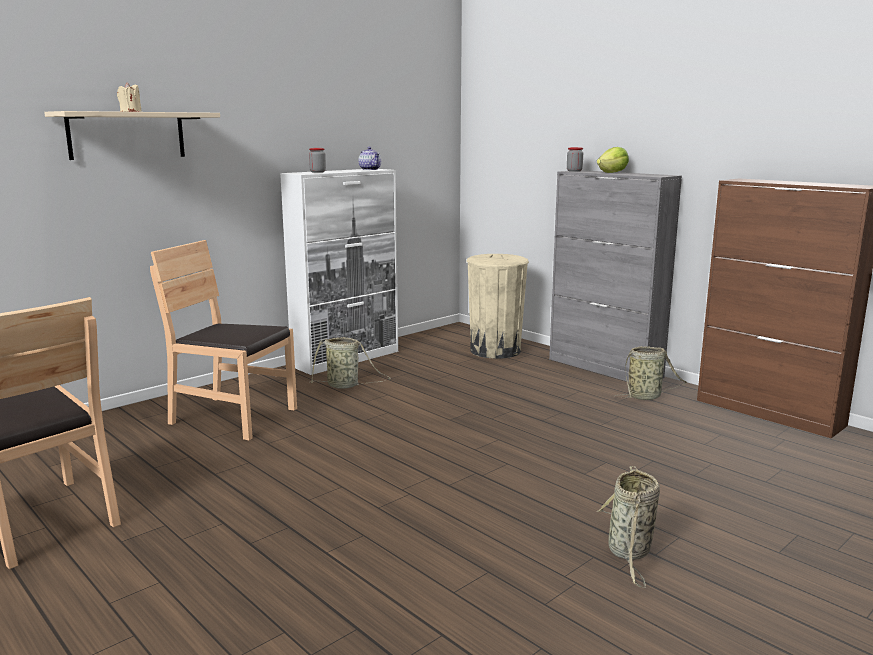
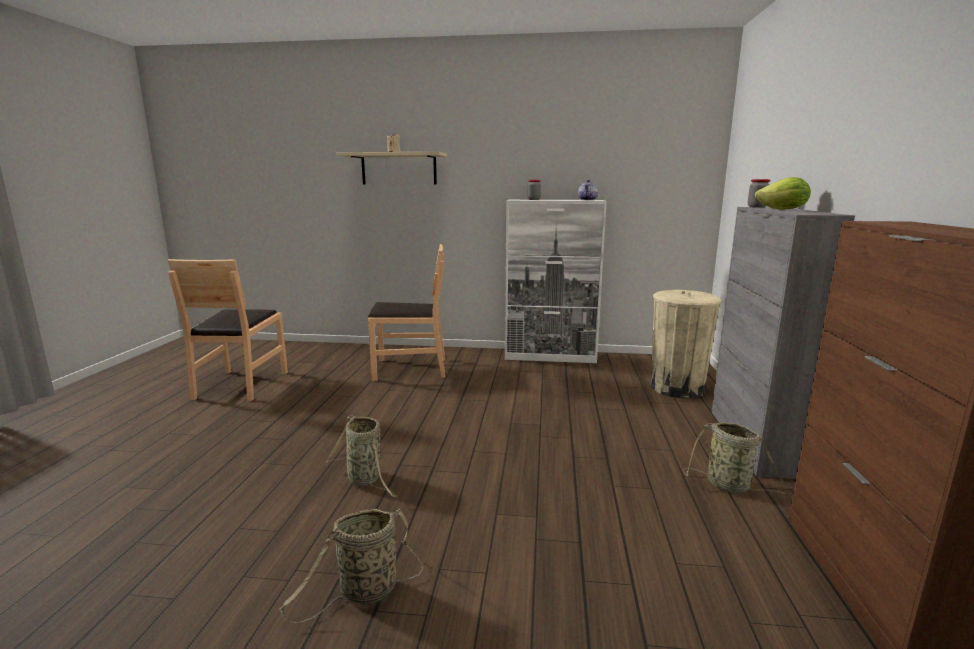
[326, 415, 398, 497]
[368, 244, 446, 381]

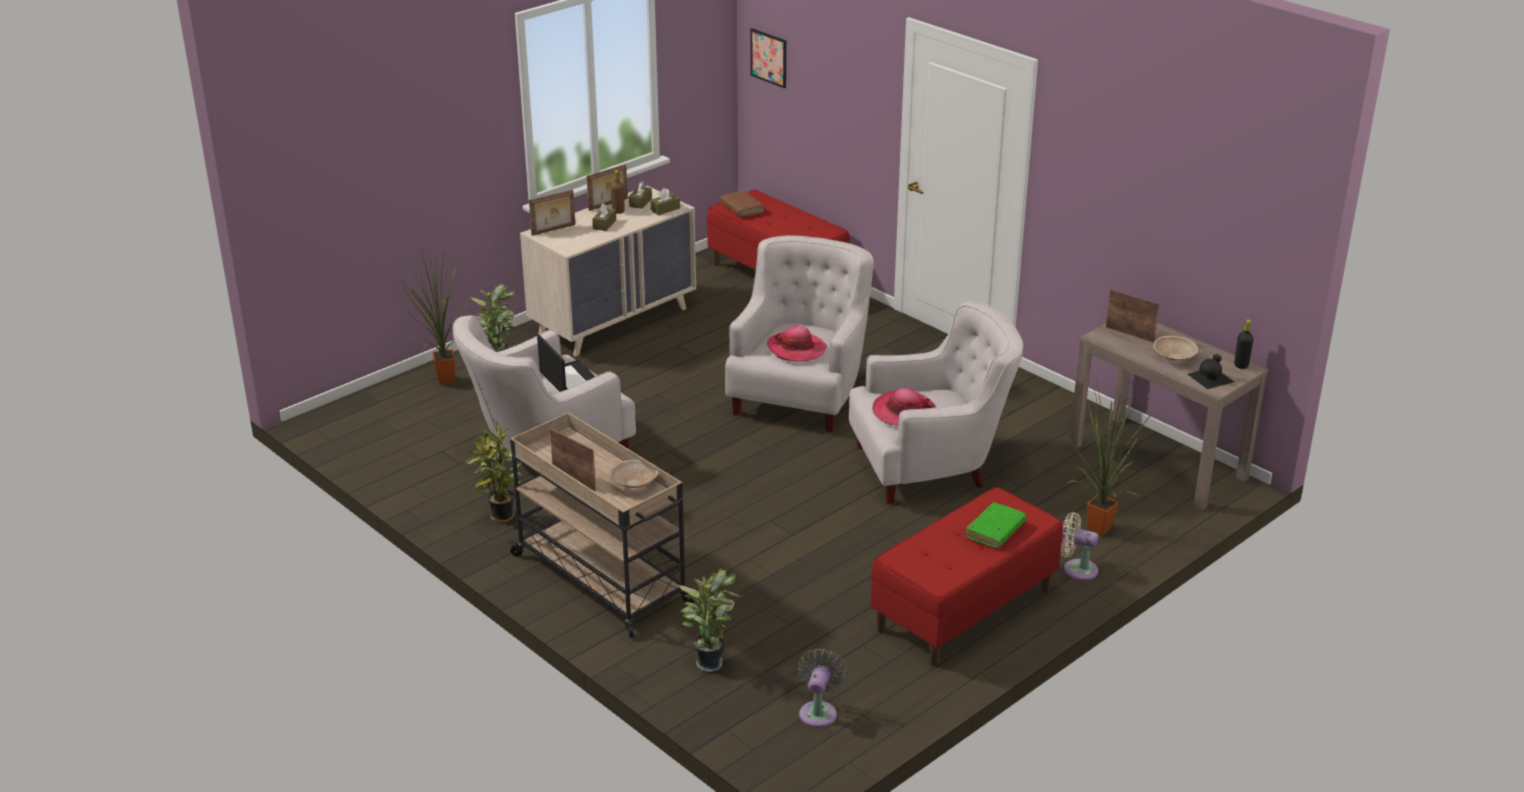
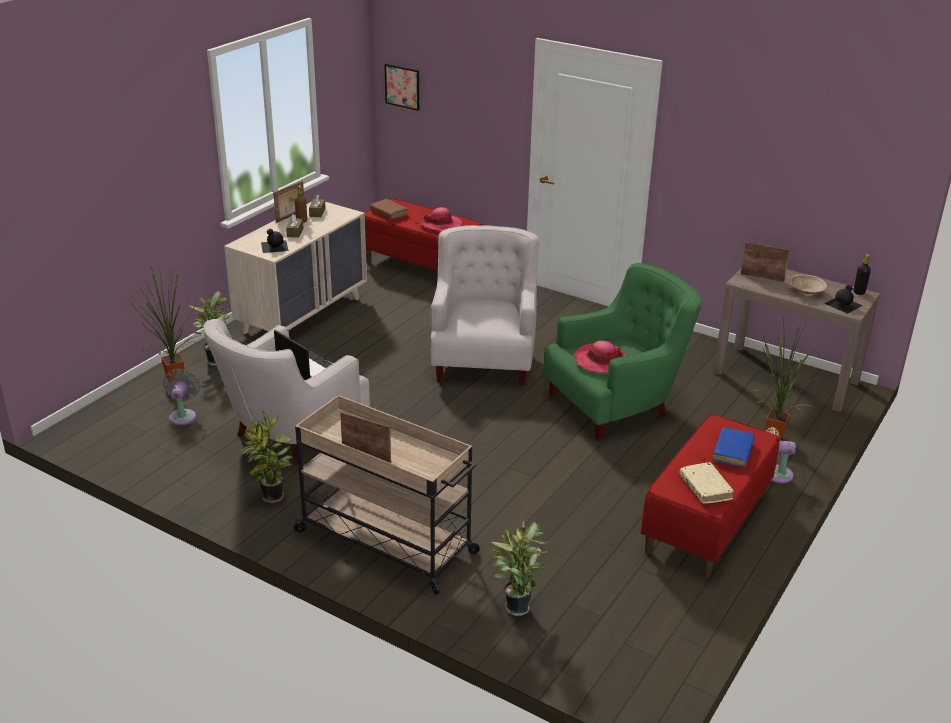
[163, 369, 200, 425]
[261, 229, 289, 253]
[419, 207, 462, 231]
[543, 263, 701, 440]
[680, 462, 734, 503]
[713, 428, 755, 467]
[529, 190, 575, 236] (first image)
[609, 459, 659, 488] (first image)
[650, 188, 680, 215] (first image)

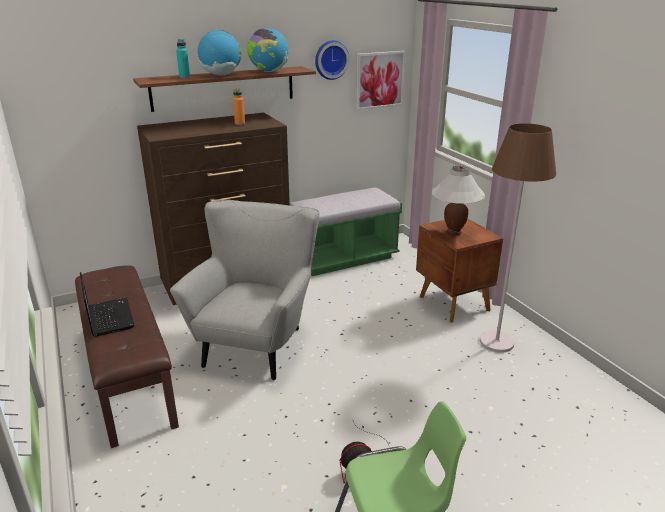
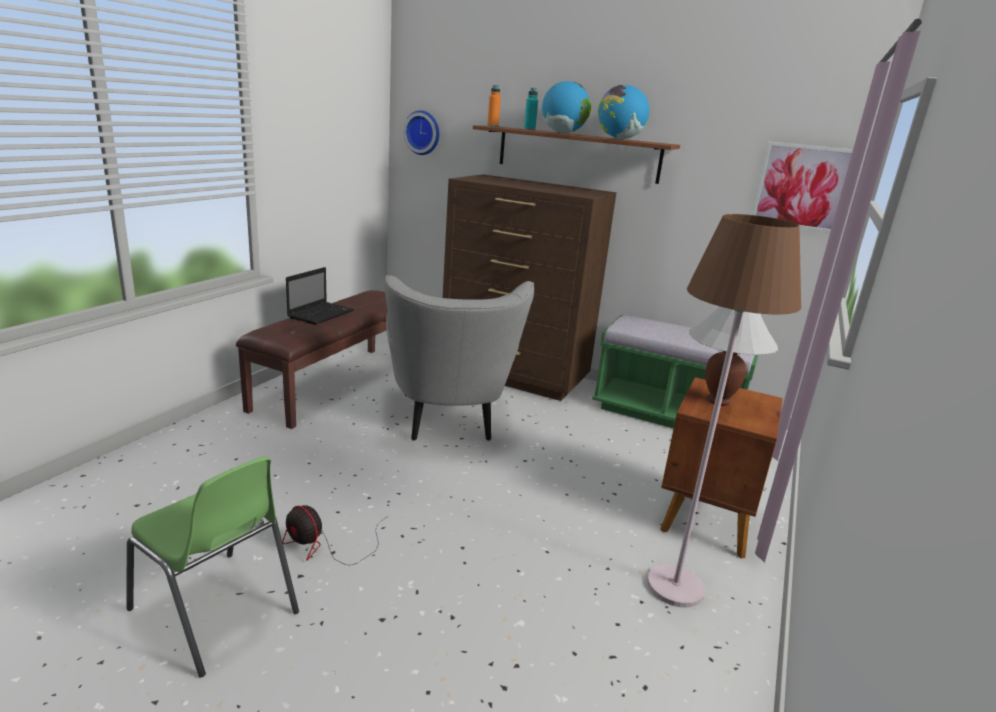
[384, 275, 534, 441]
[403, 110, 439, 155]
[487, 85, 501, 127]

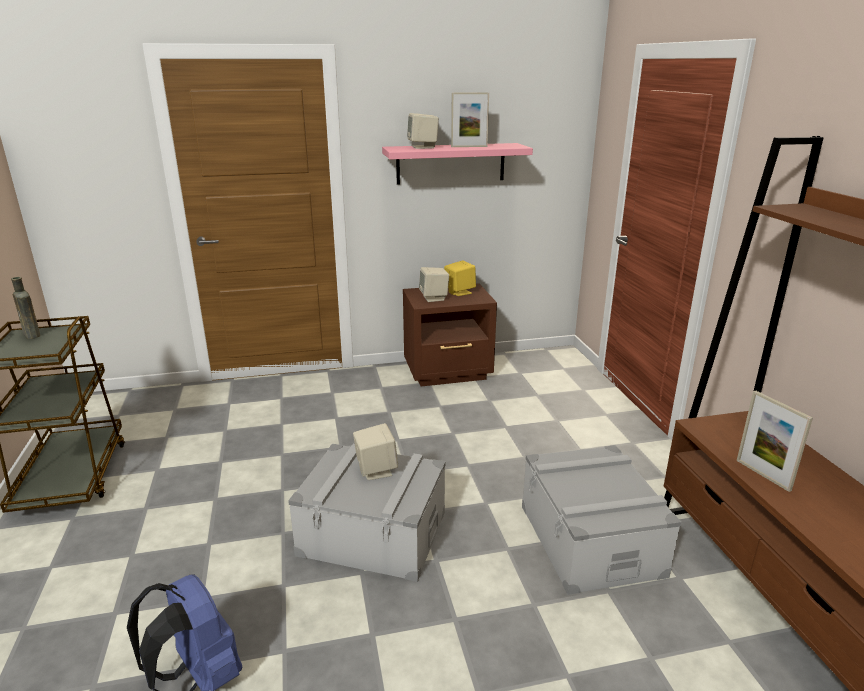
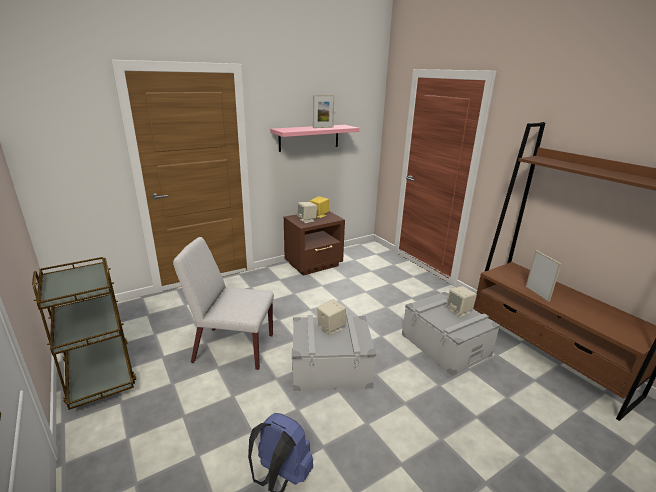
[173, 237, 274, 370]
[446, 286, 477, 318]
[526, 250, 561, 302]
[11, 277, 40, 339] (first image)

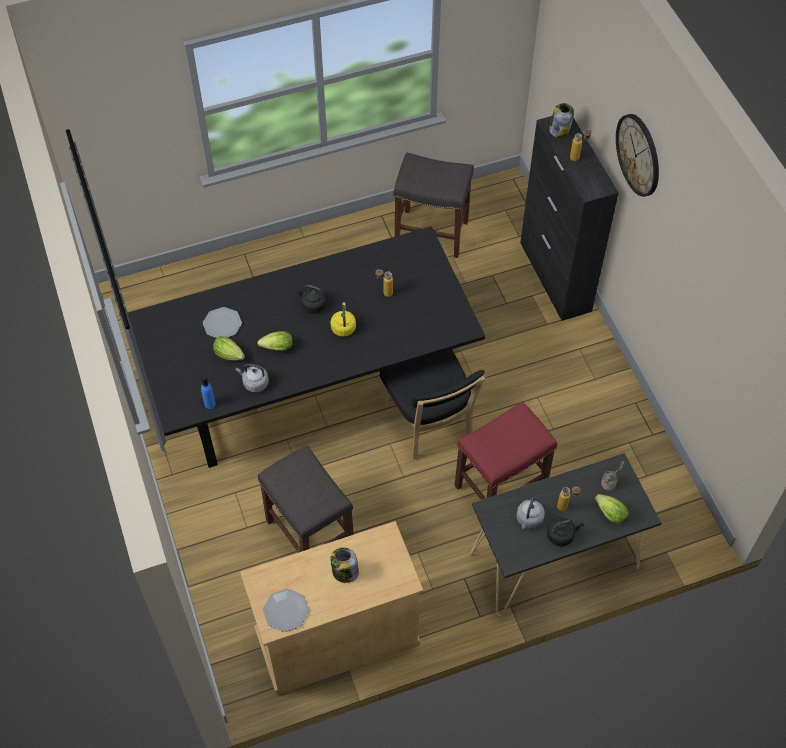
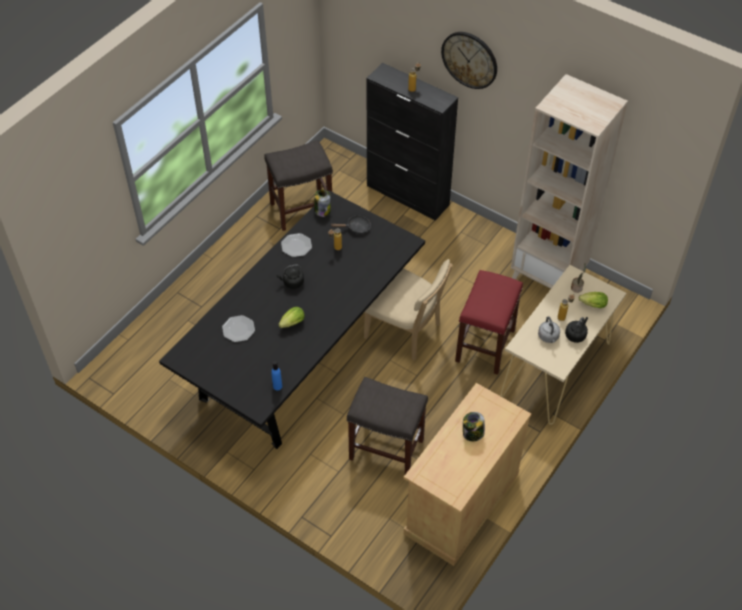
[281, 233, 312, 257]
[314, 189, 331, 217]
[330, 215, 371, 234]
[364, 259, 453, 360]
[501, 265, 626, 425]
[511, 74, 628, 289]
[213, 336, 245, 361] (first image)
[236, 364, 269, 392] (first image)
[331, 302, 356, 337] (first image)

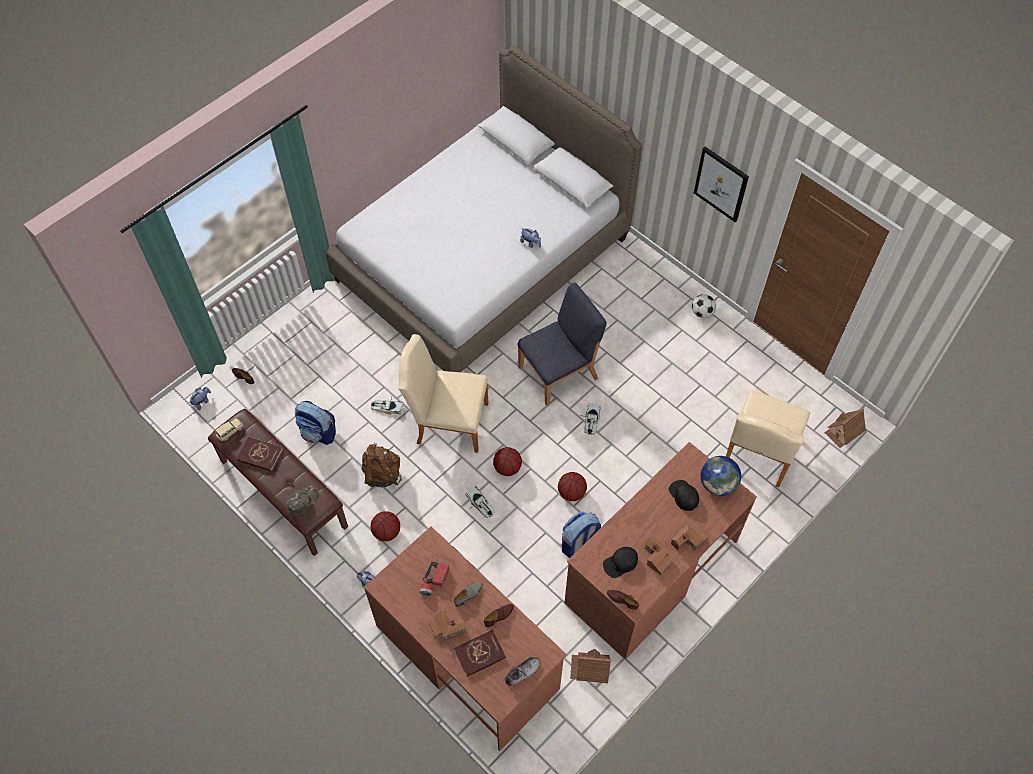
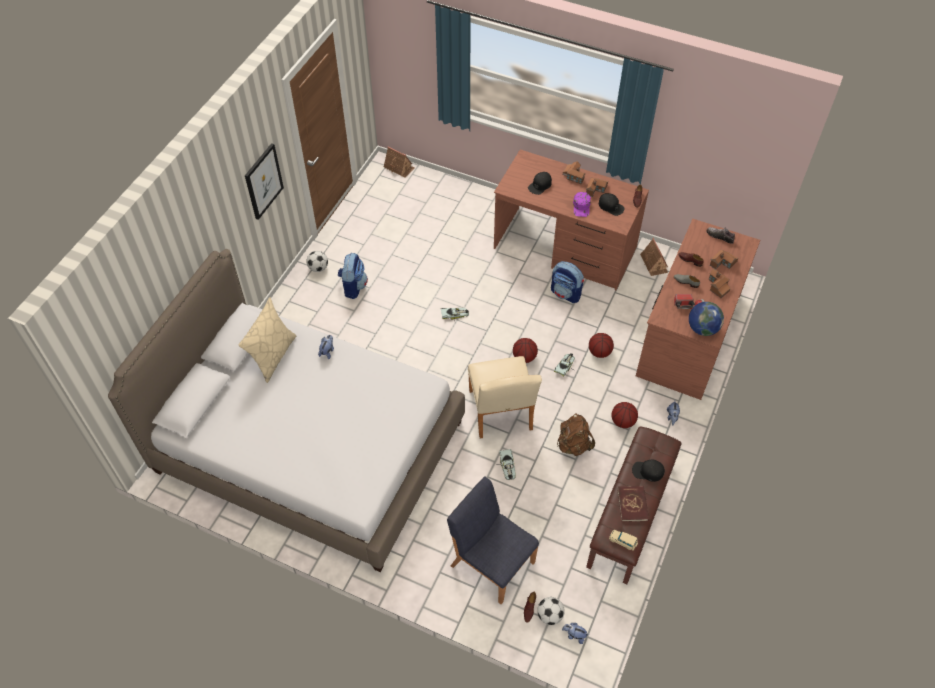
[238, 297, 296, 383]
[338, 253, 368, 299]
[447, 476, 539, 604]
[537, 597, 565, 625]
[573, 192, 591, 217]
[589, 333, 614, 358]
[632, 460, 665, 482]
[689, 302, 724, 336]
[710, 249, 738, 269]
[287, 485, 320, 515] (first image)
[726, 390, 810, 487] (first image)

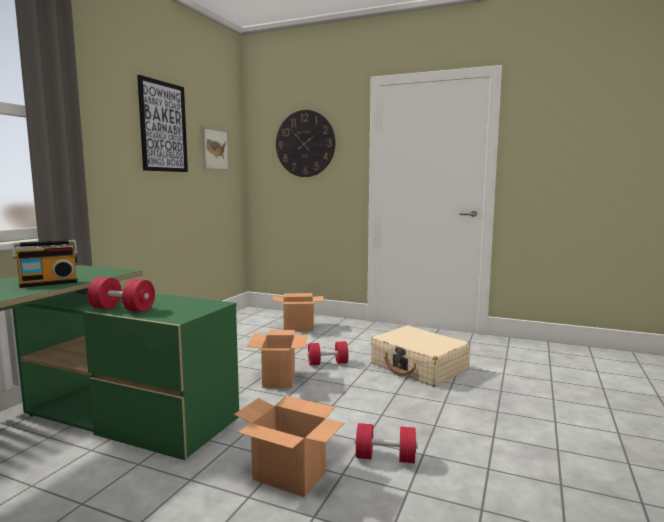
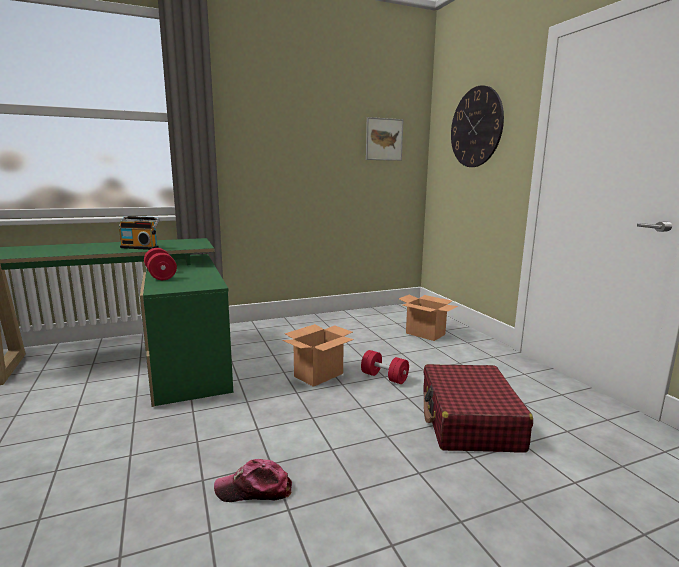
[214, 459, 292, 502]
[423, 364, 533, 453]
[137, 75, 188, 172] (first image)
[234, 396, 345, 497] (first image)

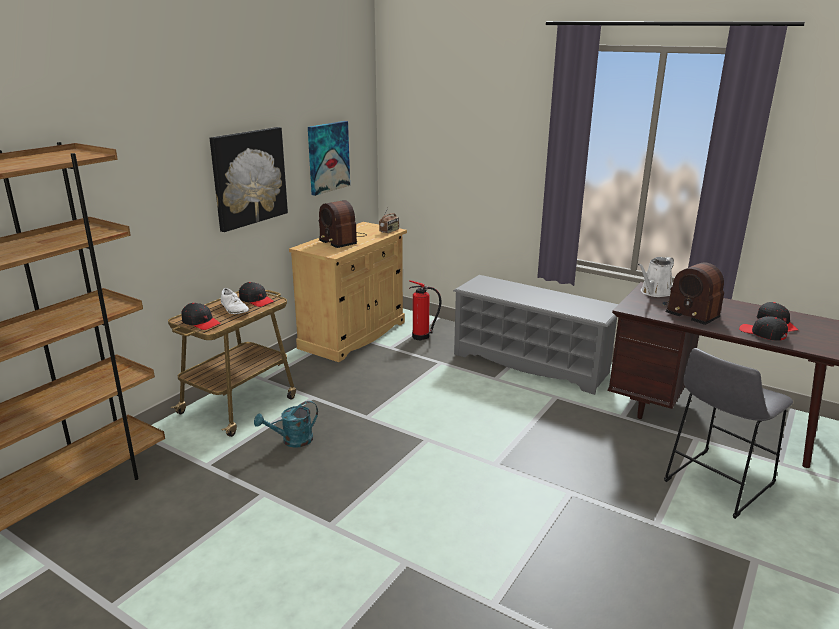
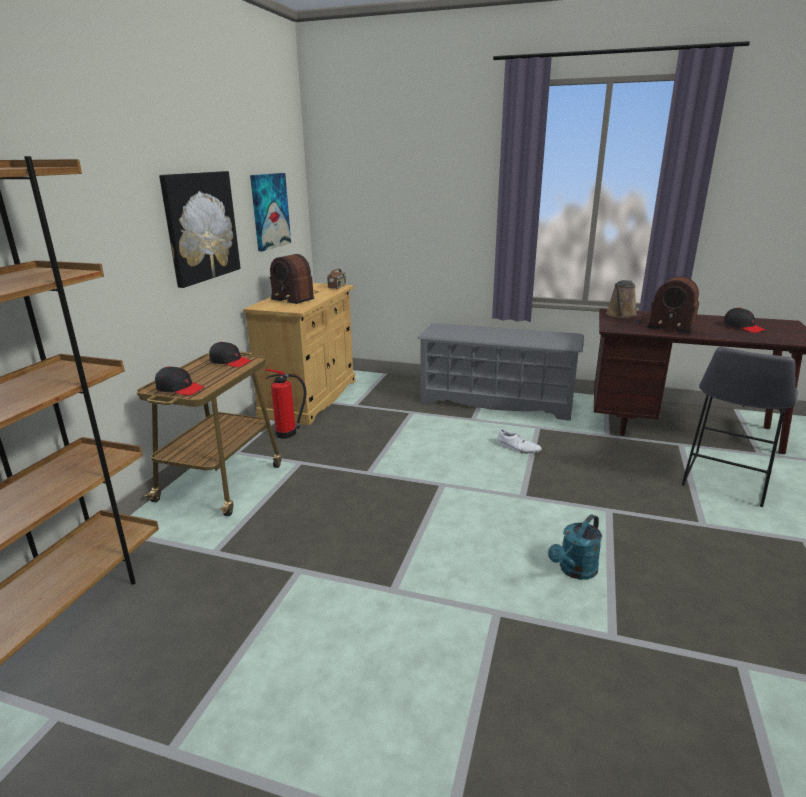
[265, 369, 306, 439]
[497, 429, 542, 454]
[548, 514, 602, 580]
[606, 280, 637, 318]
[739, 316, 788, 341] (first image)

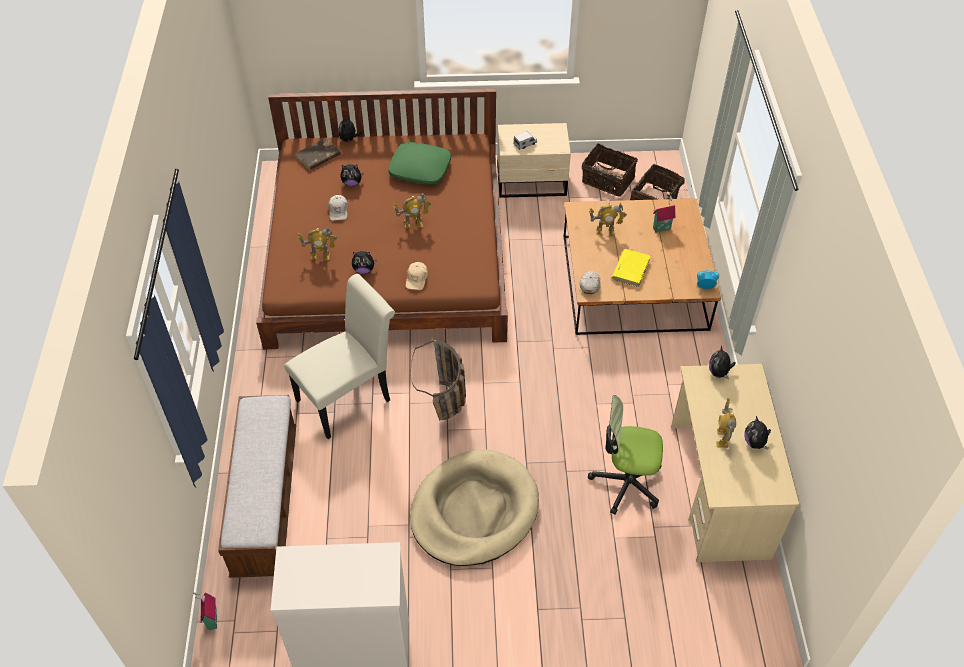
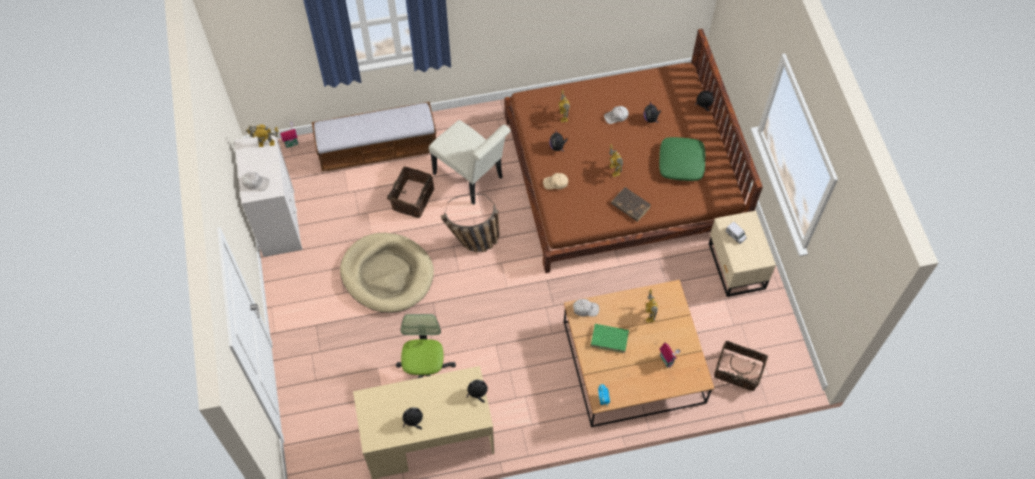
[242, 172, 269, 191]
[246, 124, 279, 147]
[387, 166, 434, 218]
[591, 324, 629, 353]
[611, 187, 651, 222]

